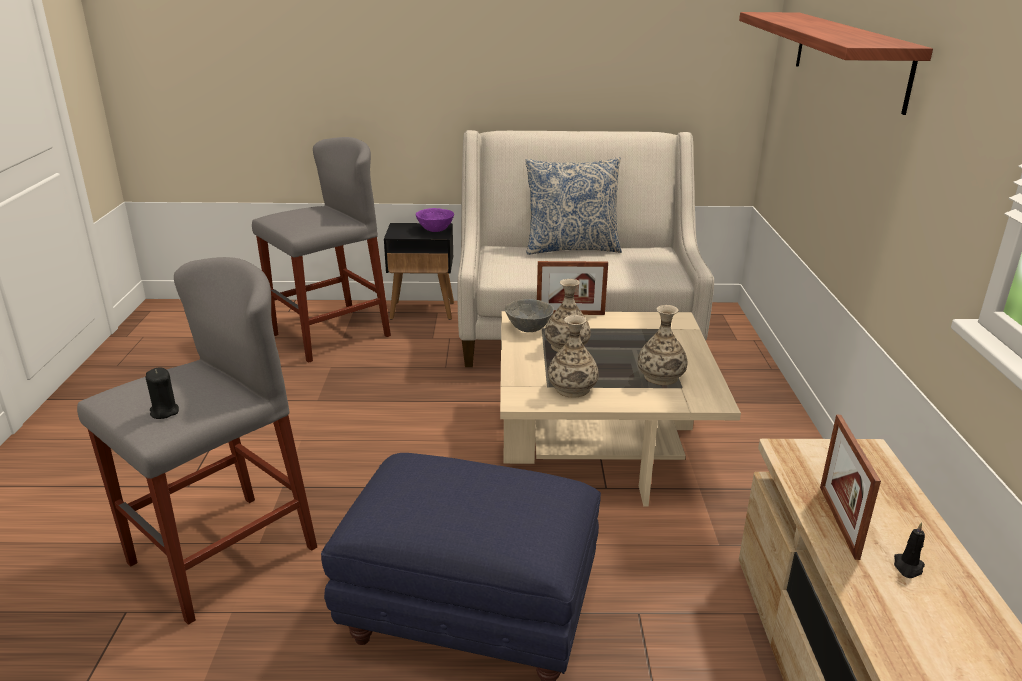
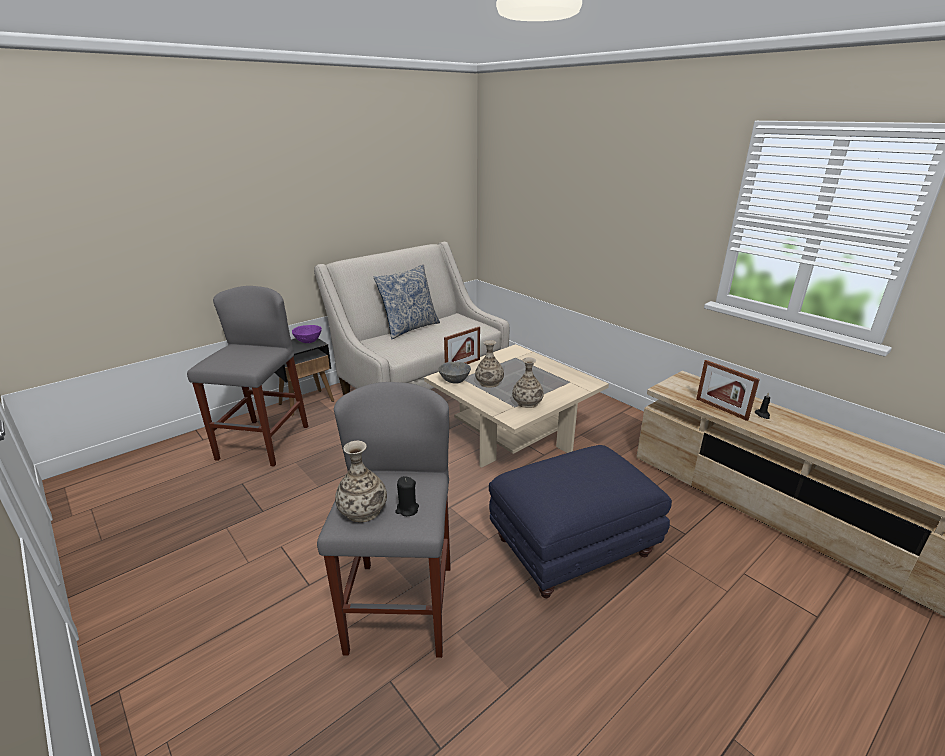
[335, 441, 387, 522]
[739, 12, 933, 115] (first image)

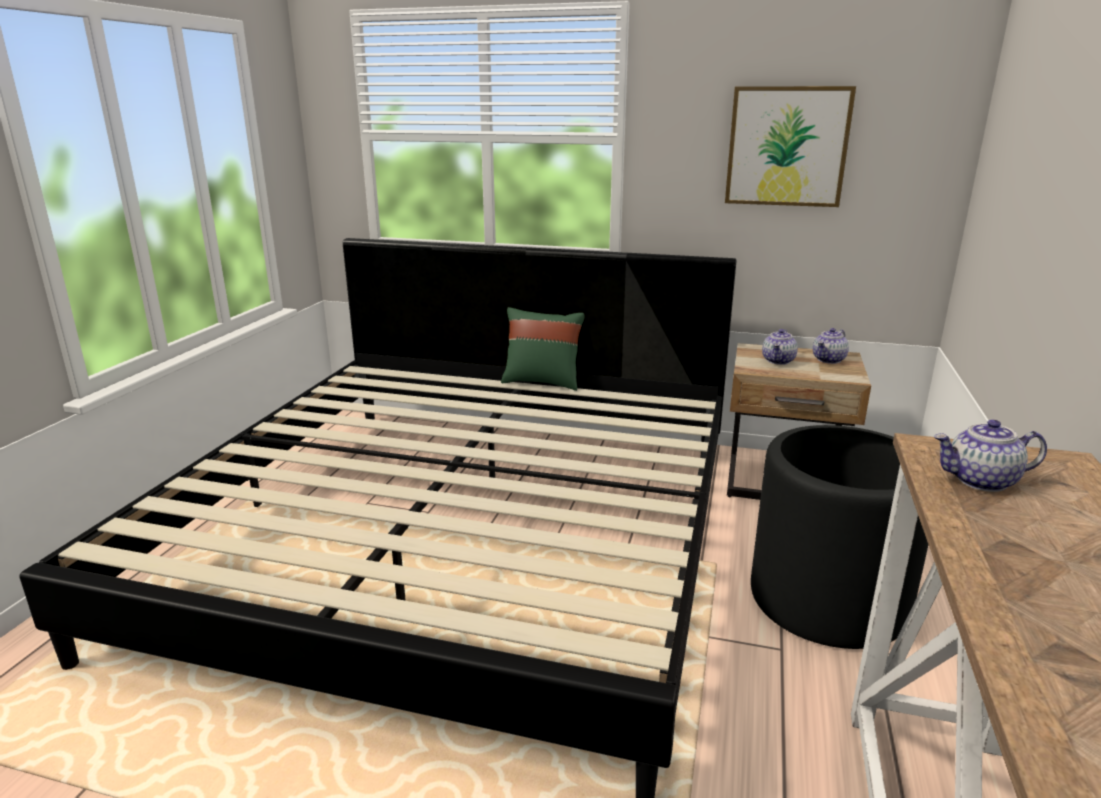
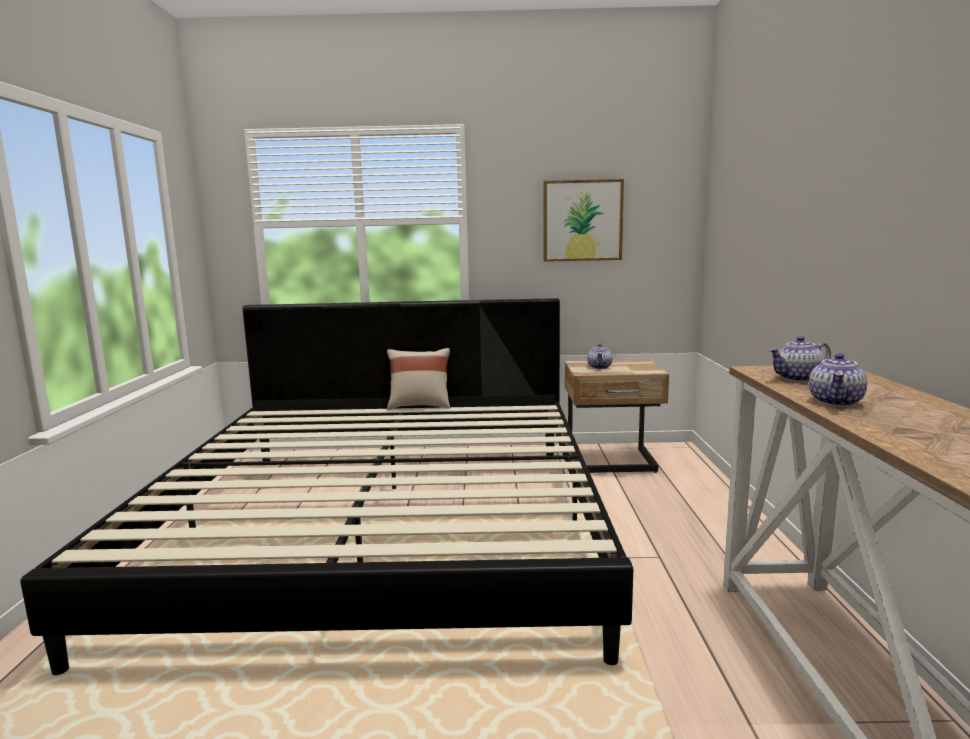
[387, 348, 450, 410]
[809, 353, 867, 406]
[751, 425, 928, 649] (first image)

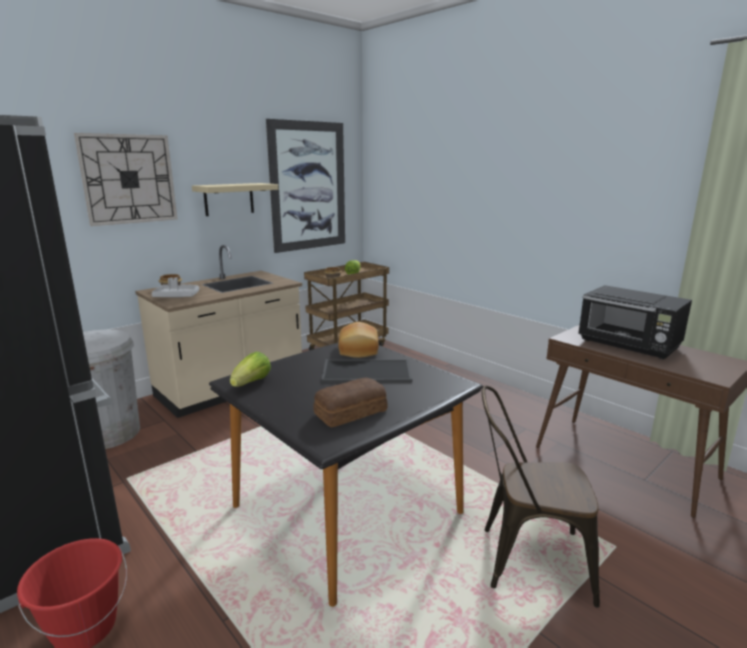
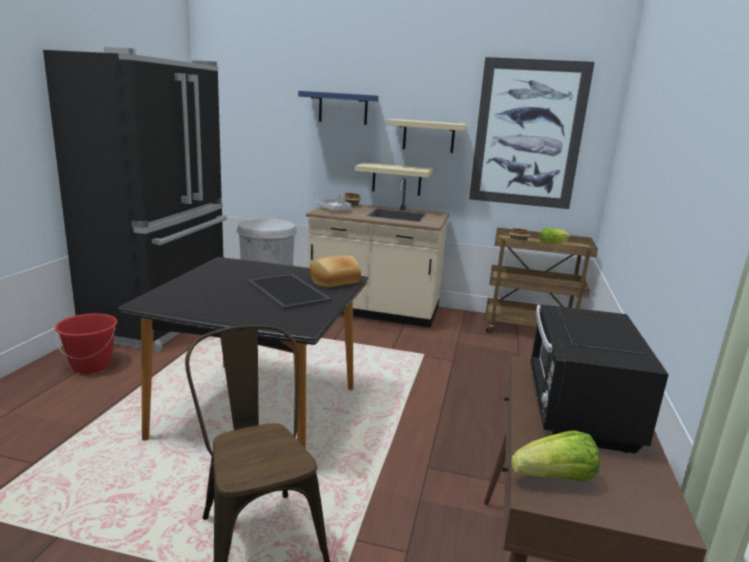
[298, 91, 378, 125]
[355, 163, 433, 196]
[511, 430, 600, 481]
[313, 377, 388, 428] (first image)

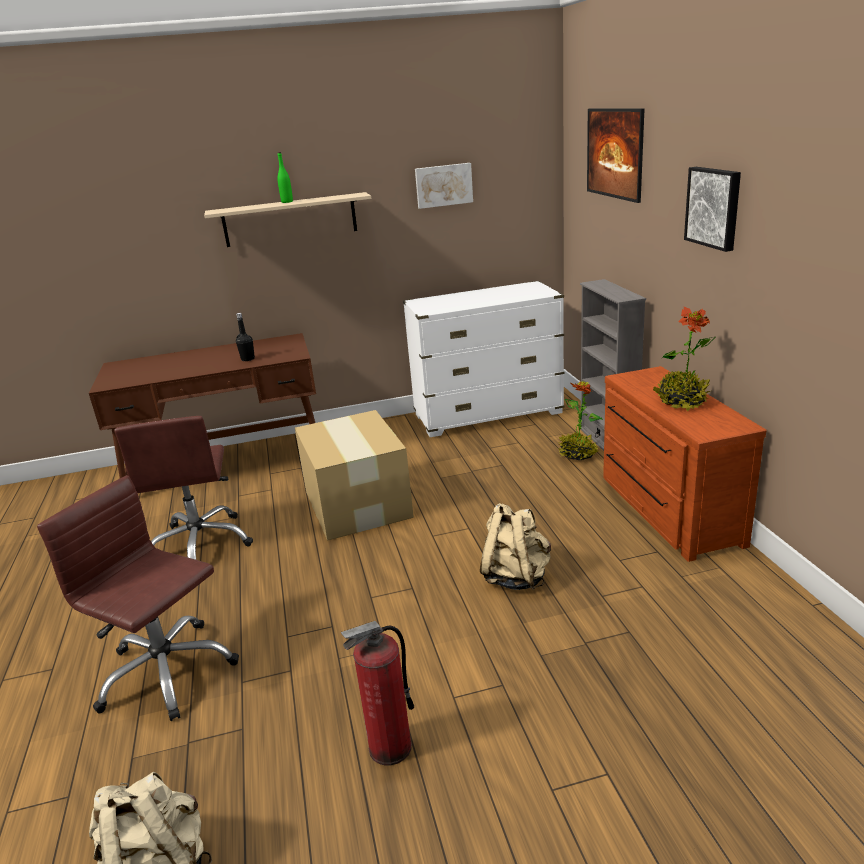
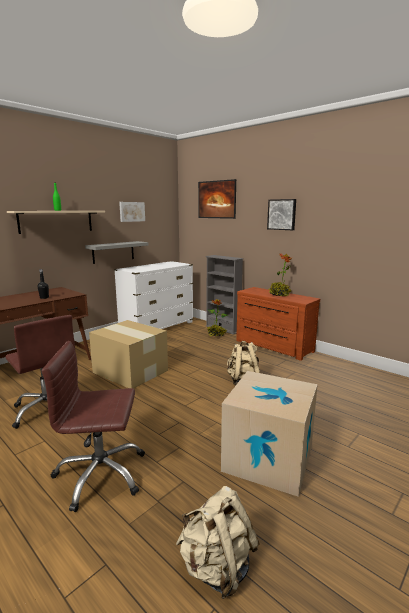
[85, 241, 149, 264]
[221, 371, 318, 497]

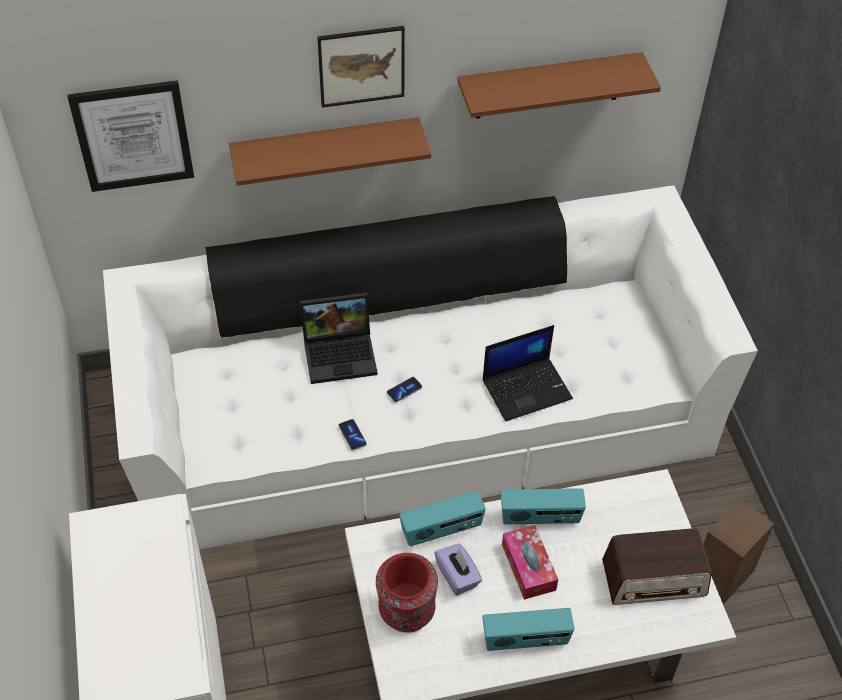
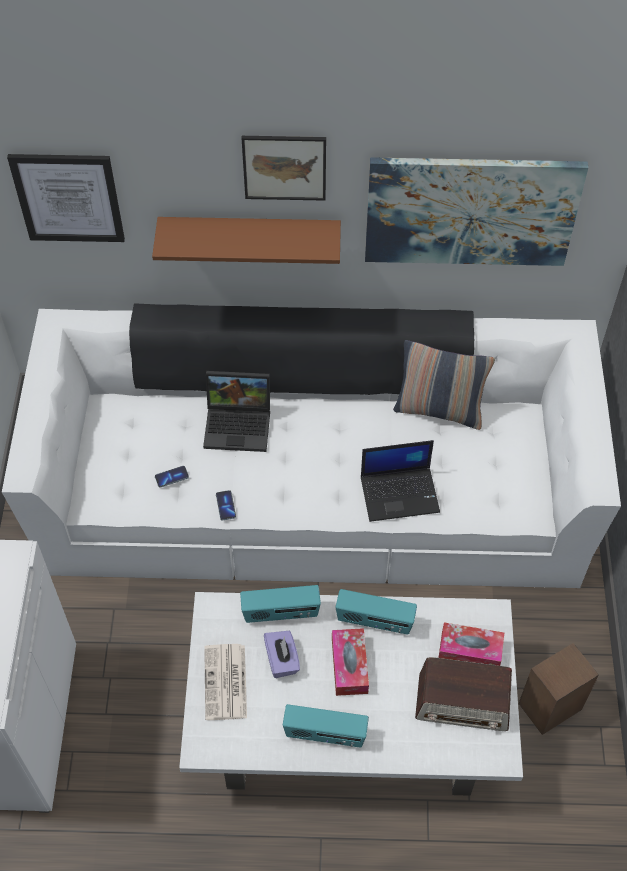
[155, 466, 189, 488]
[204, 644, 247, 720]
[365, 157, 588, 266]
[393, 340, 495, 430]
[439, 622, 504, 666]

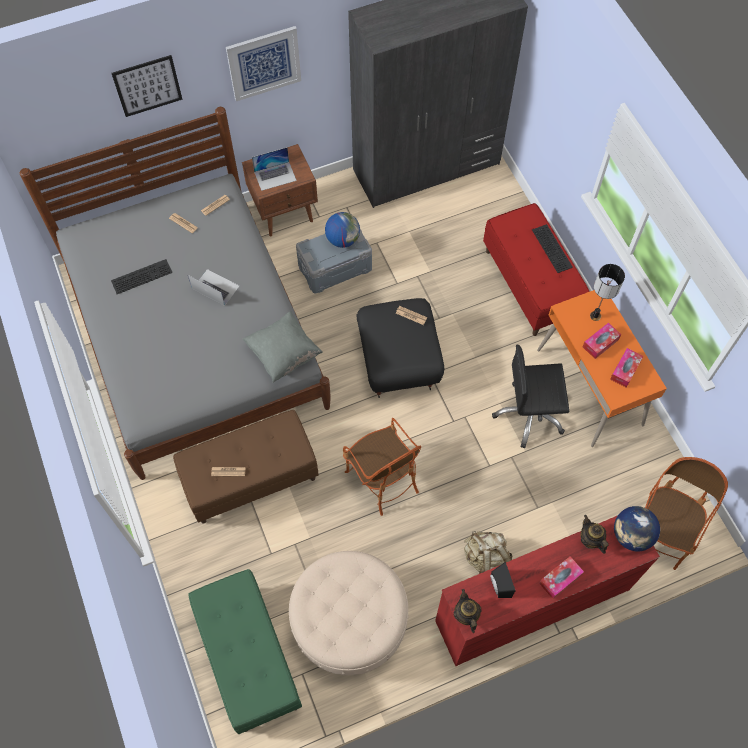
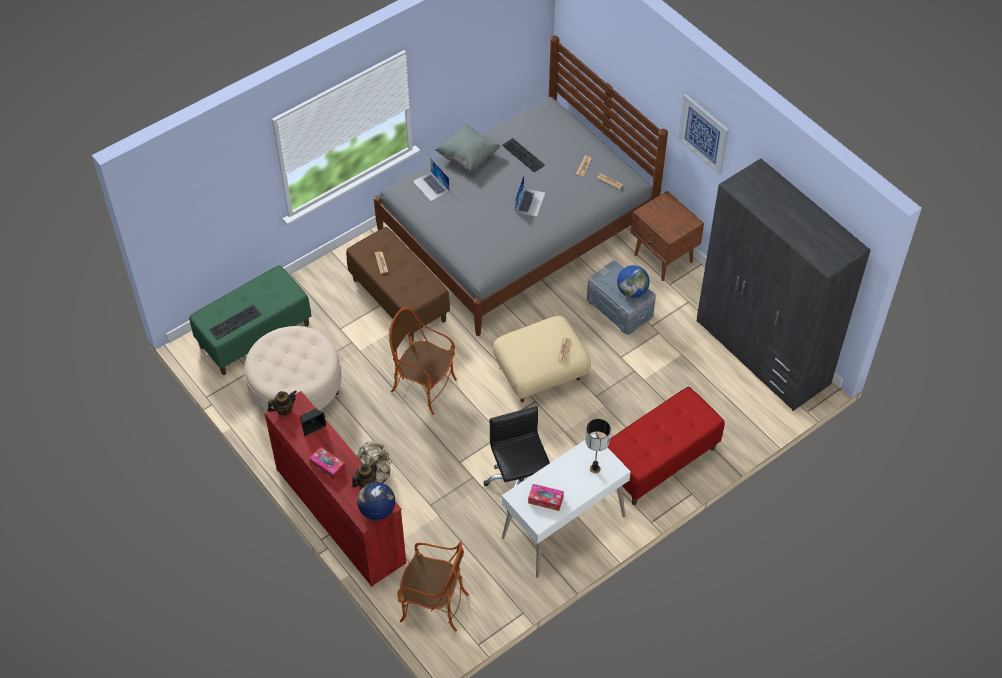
[209, 305, 262, 340]
[389, 307, 457, 415]
[413, 157, 450, 201]
[435, 124, 500, 172]
[493, 316, 591, 404]
[502, 434, 631, 578]
[111, 55, 182, 117] (first image)
[583, 322, 621, 359] (first image)

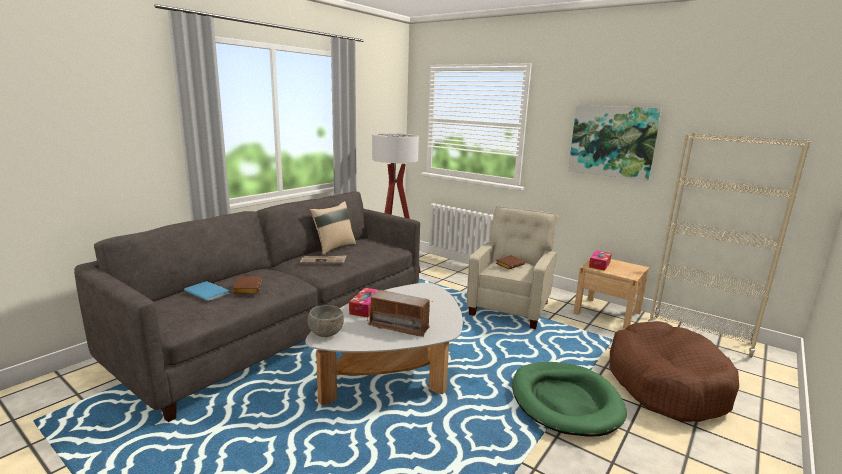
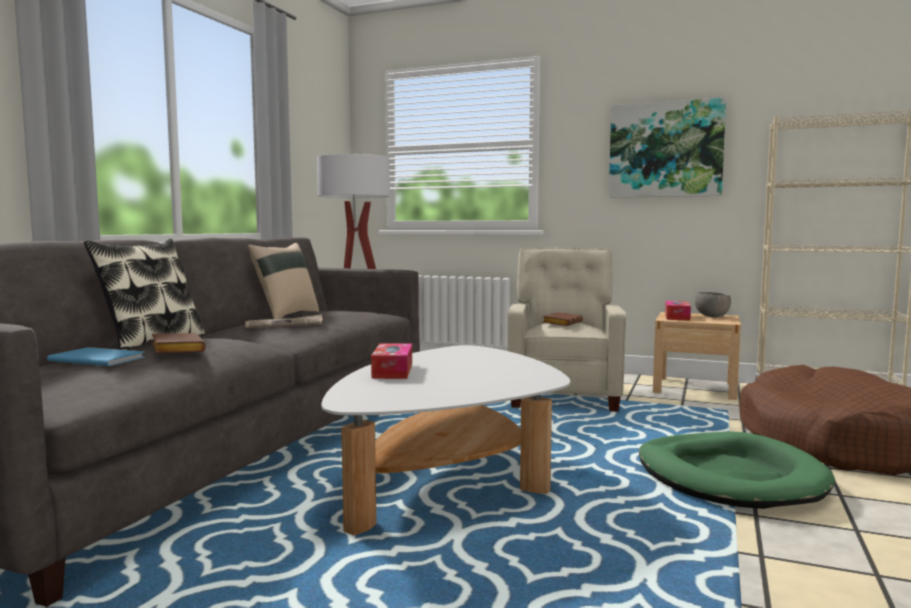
[84, 239, 205, 350]
[695, 292, 731, 317]
[367, 290, 430, 337] (first image)

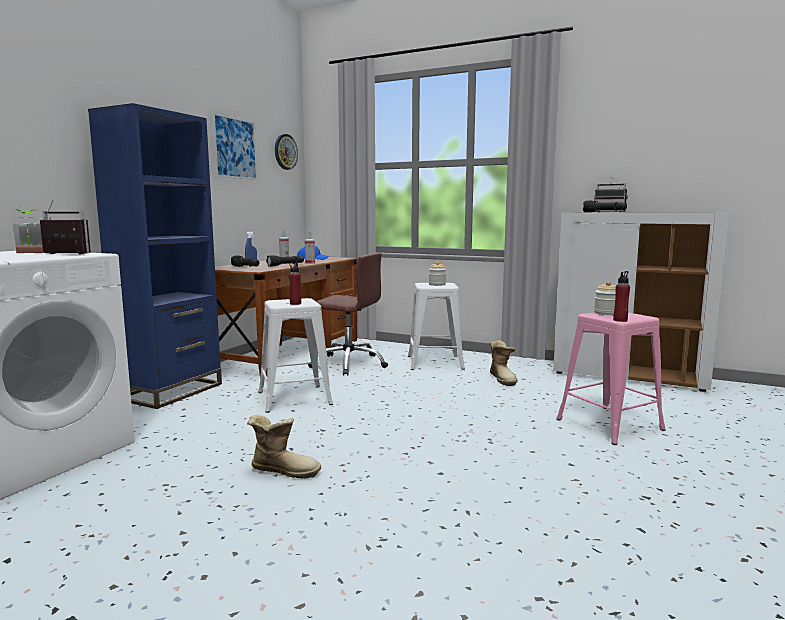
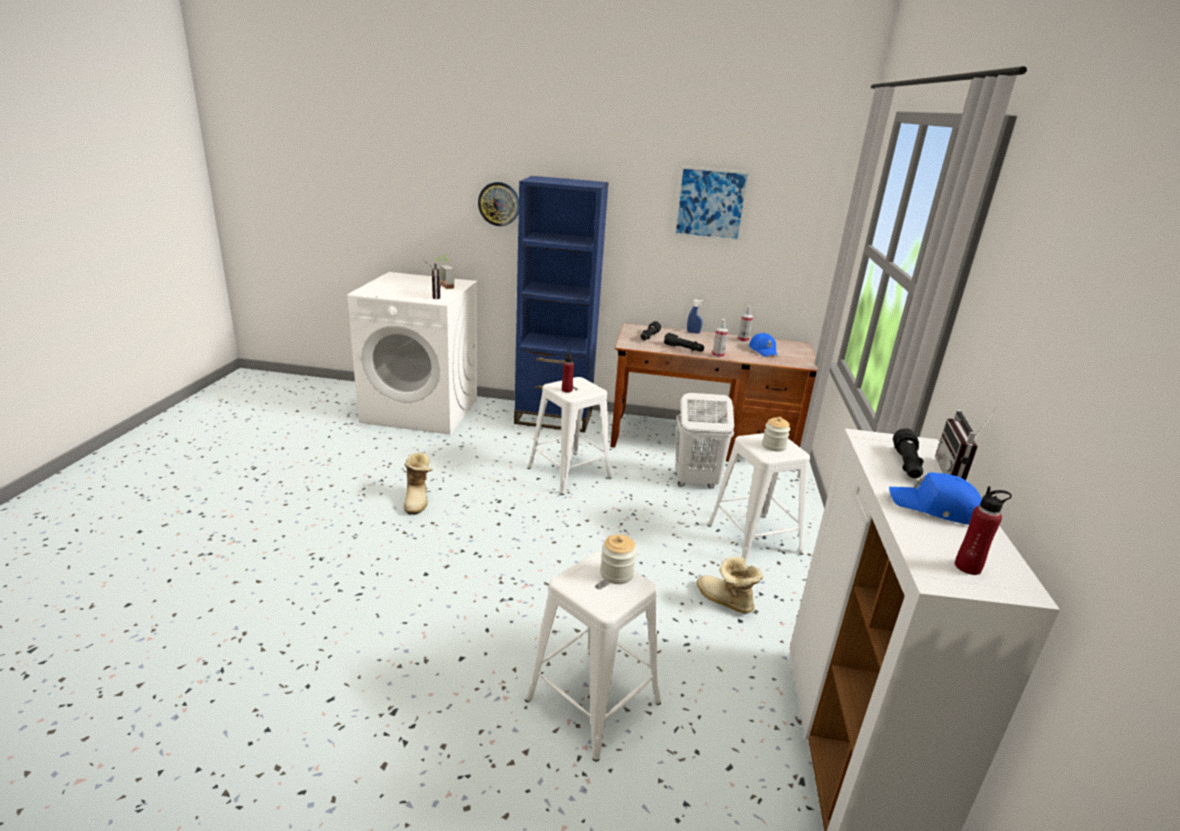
[478, 182, 519, 226]
[525, 552, 661, 762]
[675, 393, 734, 488]
[697, 556, 763, 614]
[889, 472, 982, 525]
[955, 486, 1012, 575]

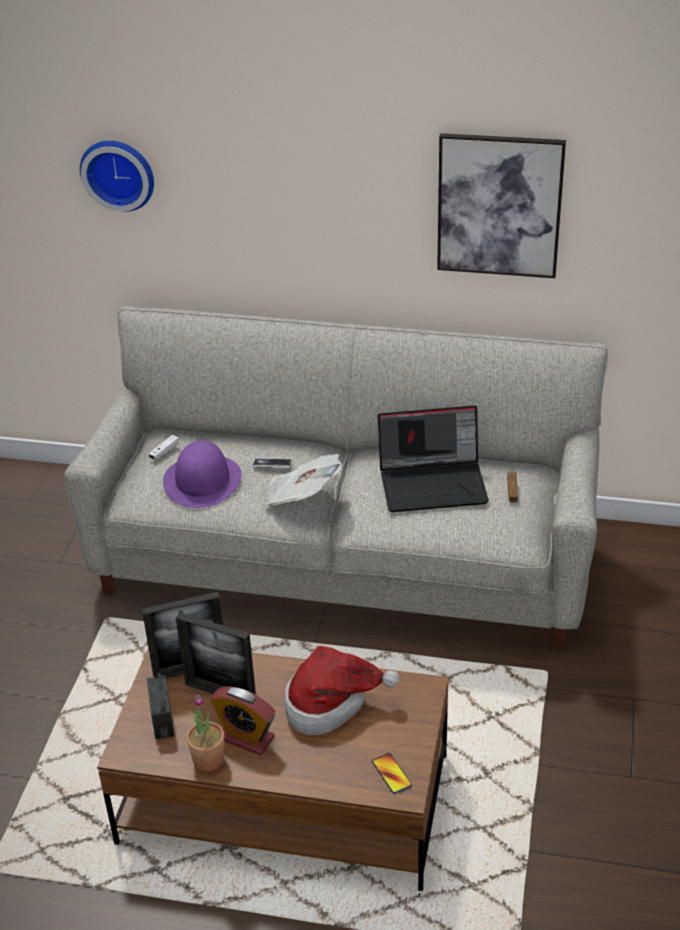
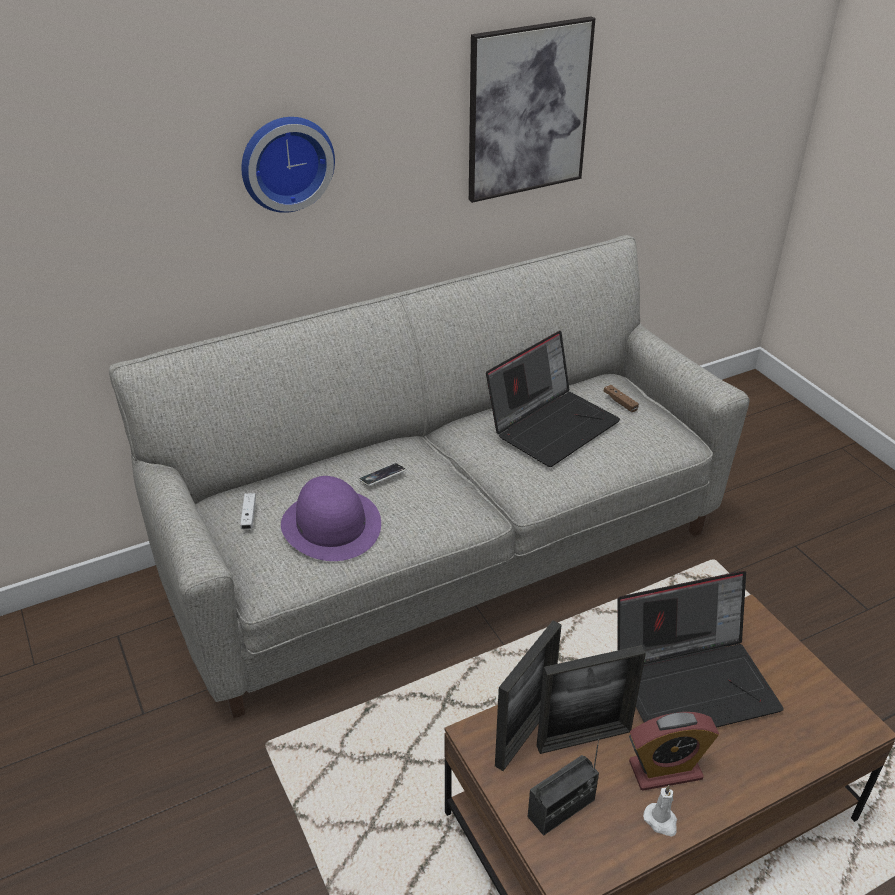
[241, 117, 335, 213]
[528, 739, 599, 836]
[617, 571, 784, 728]
[643, 785, 677, 836]
[265, 454, 342, 506] (first image)
[372, 753, 412, 794] (first image)

